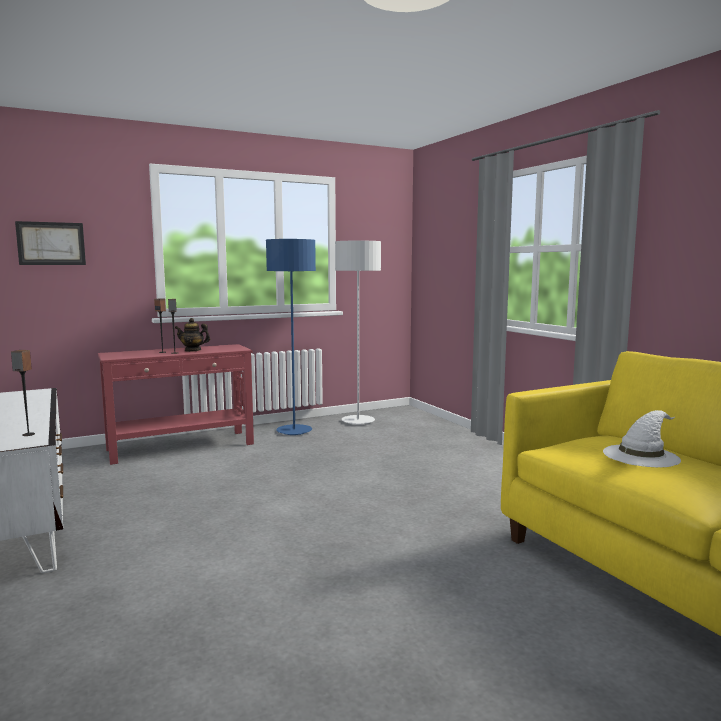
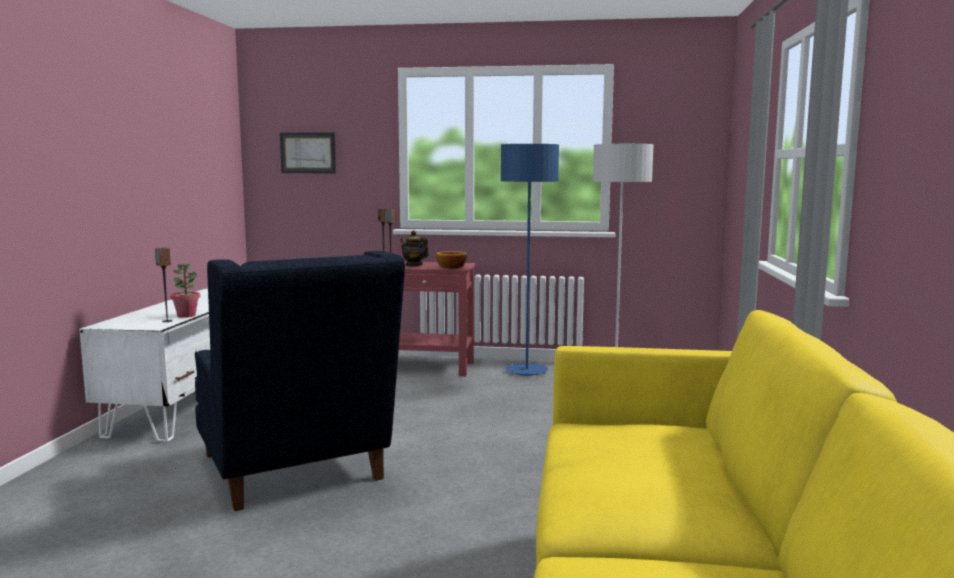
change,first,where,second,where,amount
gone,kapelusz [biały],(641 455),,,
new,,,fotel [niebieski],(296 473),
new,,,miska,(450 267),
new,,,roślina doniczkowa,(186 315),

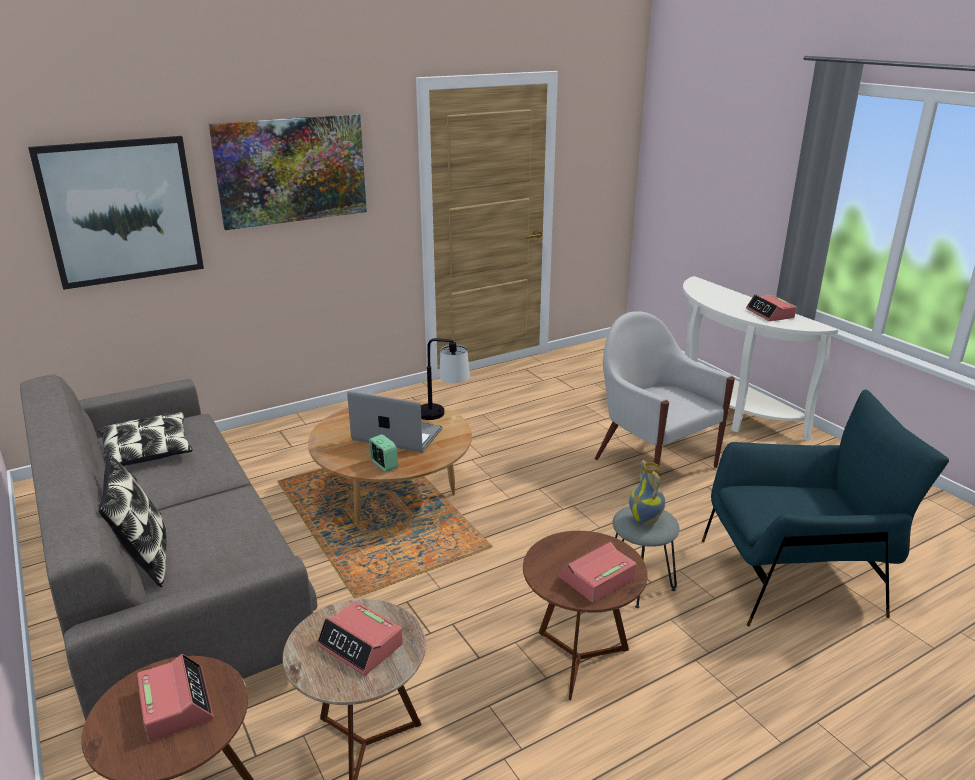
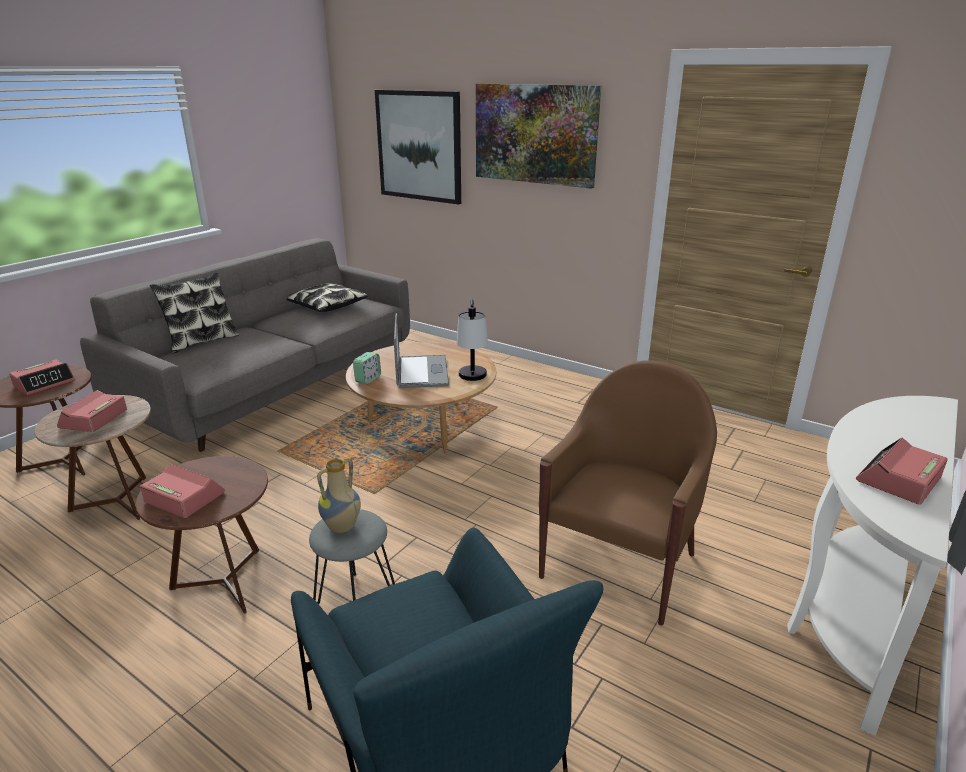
change,first,where,second,where,amount
repainted,fotel [biały],(653 462),fotel [brązowy],(620 564),

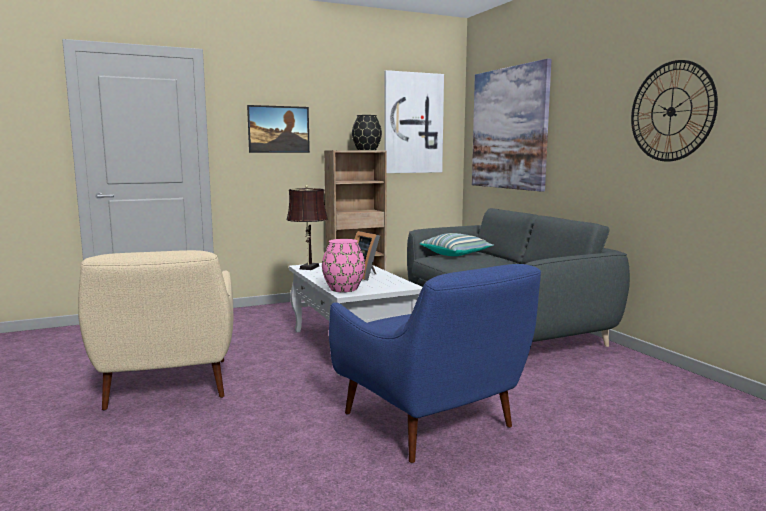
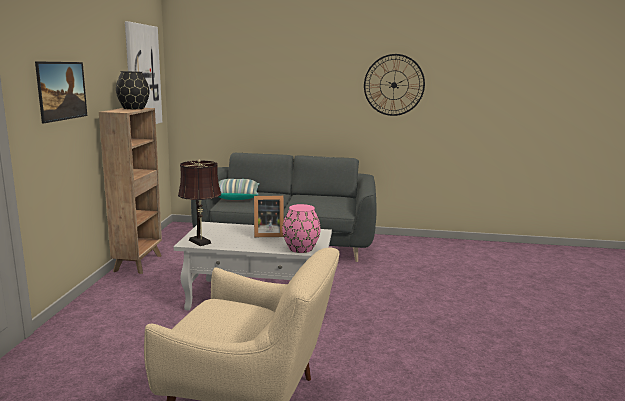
change,first,where,second,where,amount
gone,obraz,(509 128),,,
gone,fotel [niebieski],(431 423),,,

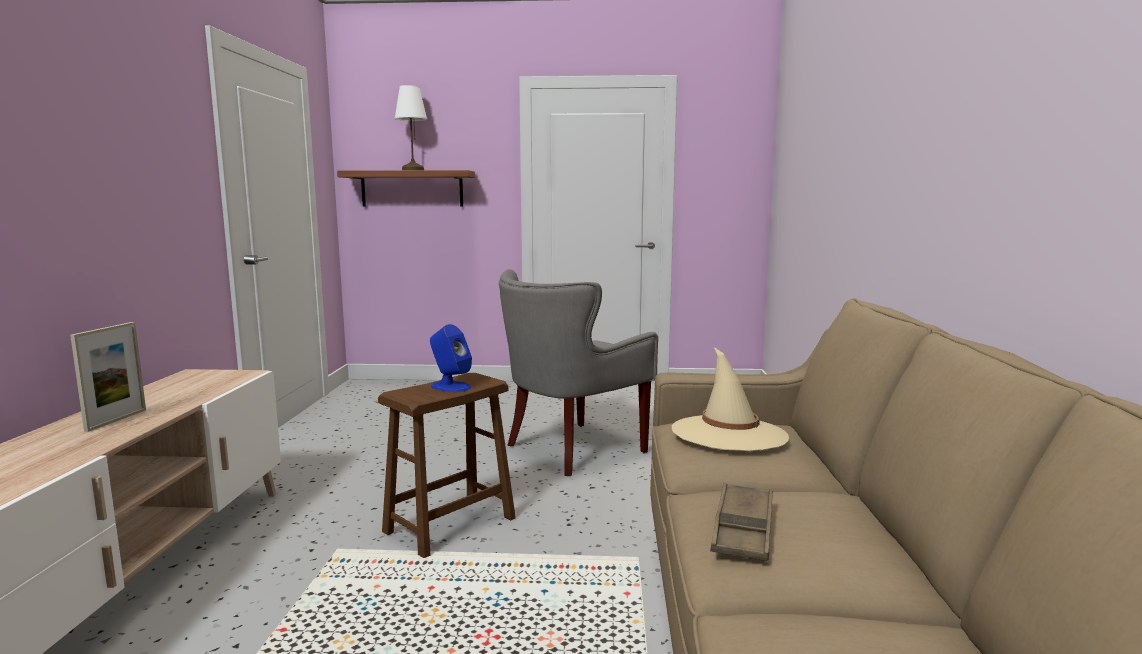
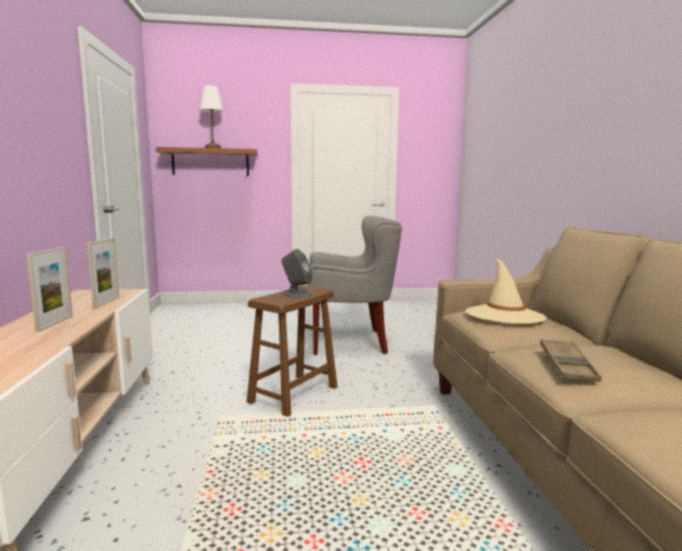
change,first,where,second,where,amount
rotated,fotel [szary],(571 449),,(351 342),135 degrees counterclockwise
repainted,głośnik [niebieski],(450 387),głośnik [szary],(296 294),
new,,,ramka na zdjęcie,(106 302),

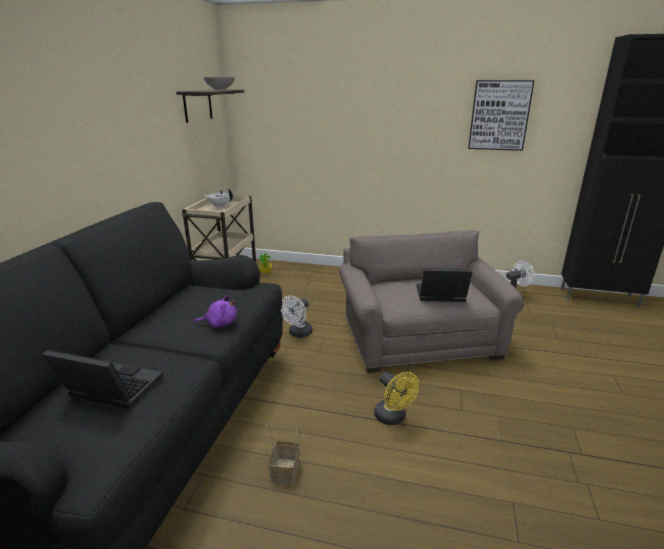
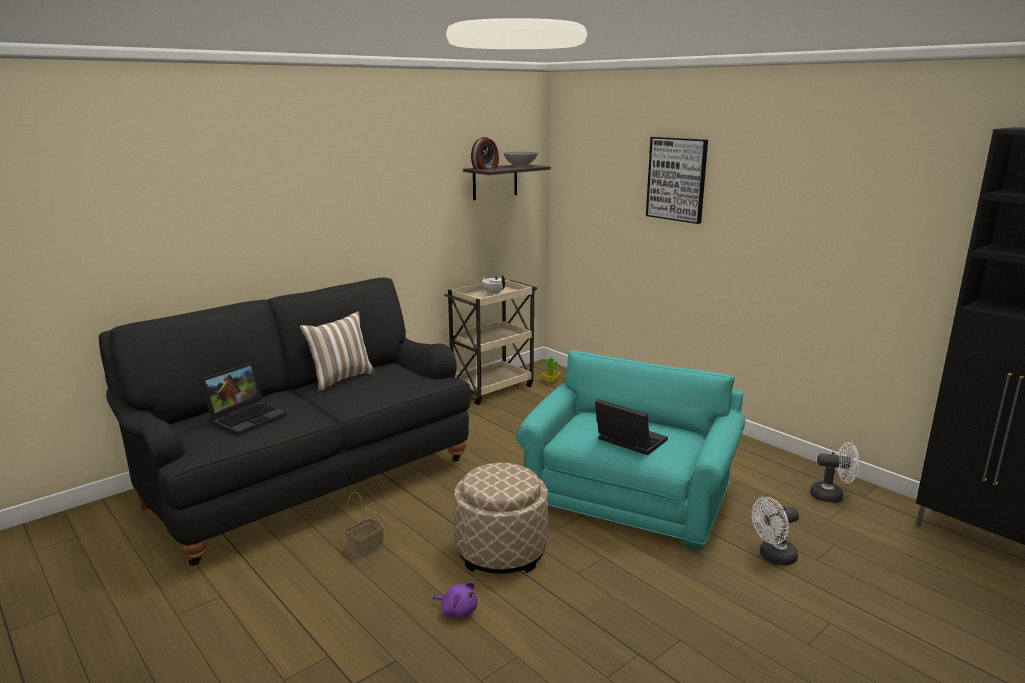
change,first,where,second,where,amount
shifted,obraz,(499 115),,(677 179),
repainted,fotel [szary],(420 339),fotel [turkusowy],(629 498),
shifted,pluszak [fioletowy],(220 323),,(457 610),
shifted,wentylator [biały],(298 334),,(773 557),
rotated,laptop,(109 390),,(247 417),75 degrees clockwise
swapped,wentylator [żółty],(393 418),pufa [beżowy],(501 551),
new,,,budzik,(486 168),
new,,,poduszka,(340 378),

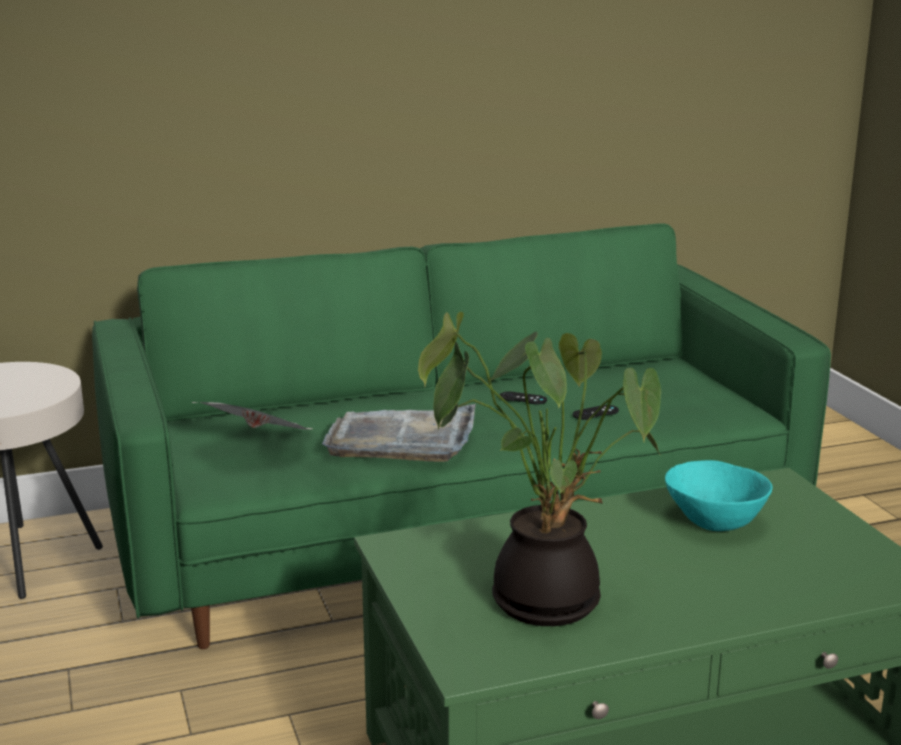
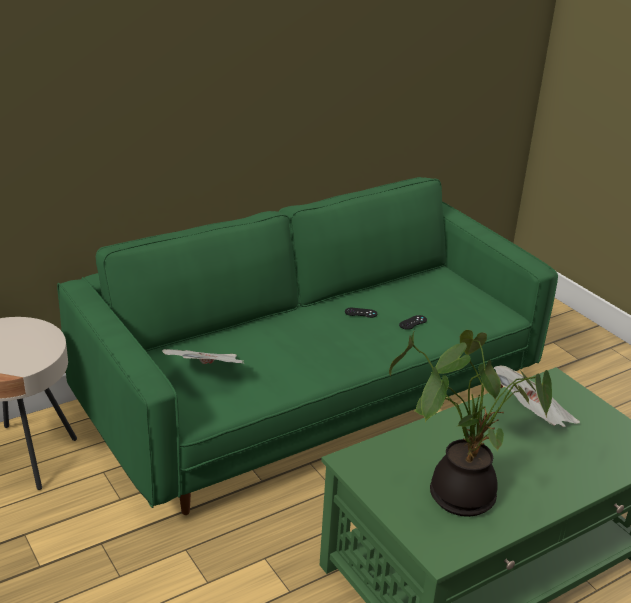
change,first,where,second,where,amount
gone,taca [szary],(402 438),,,
swapped,miska [turkusowy],(716 520),gazeta,(532 417),

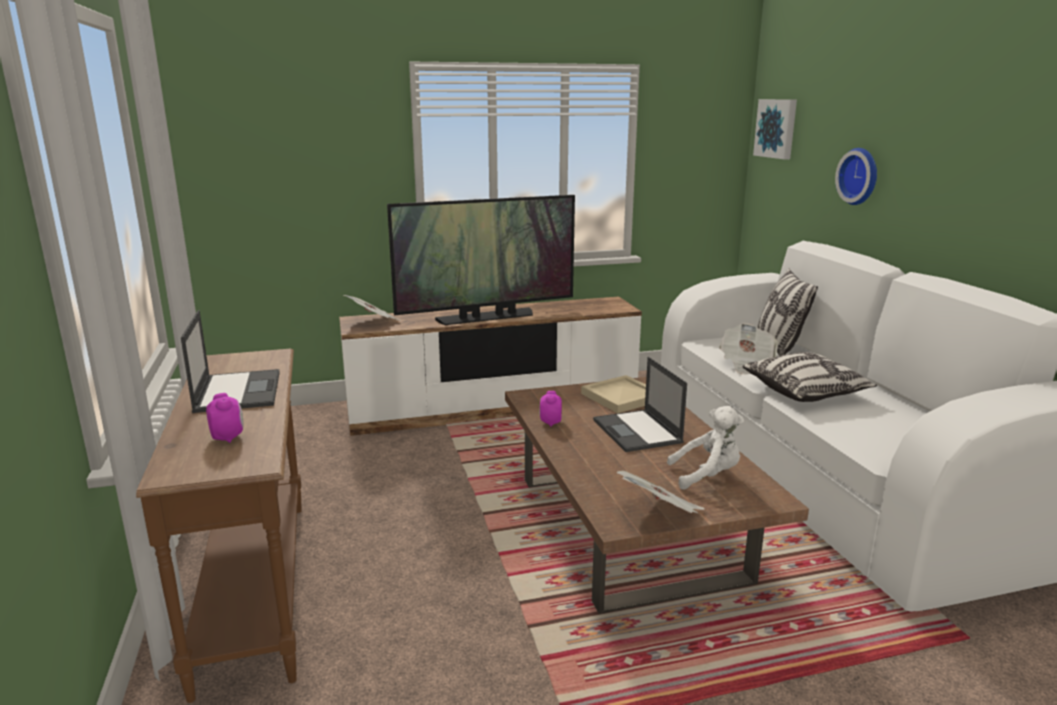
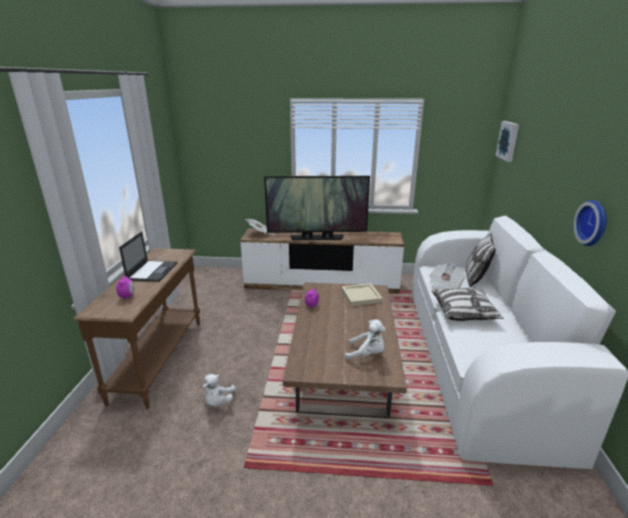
change,first,where,second,where,amount
shifted,zegar ścienny,(860 176),,(594 223),
gone,laptop,(637 431),,,
gone,gazeta,(661 513),,,
new,,,pluszak [biały],(218 402),

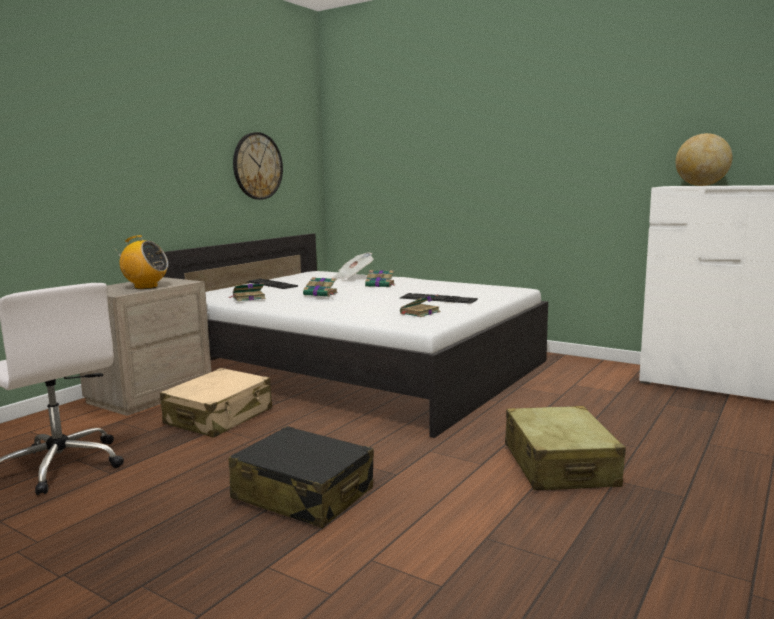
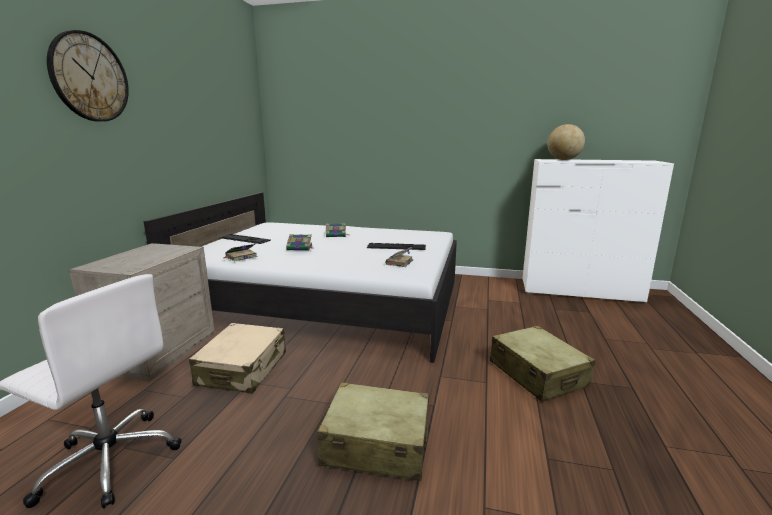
change,first,where,second,where,amount
shifted,zegar ścienny,(257 166),,(89 77),
gone,radio,(145 287),,,
gone,gazeta,(352 277),,,
repainted,walizka [czarny],(303 494),walizka [beżowy],(376 444),

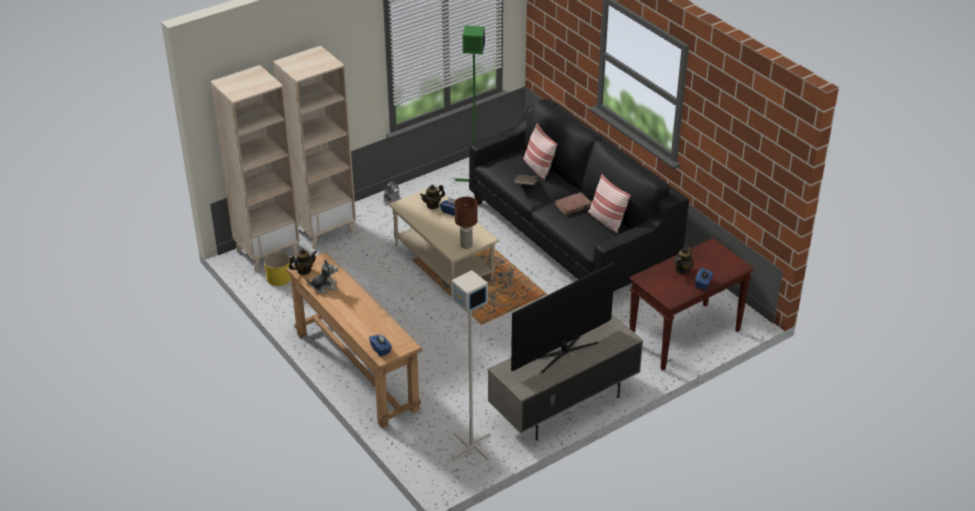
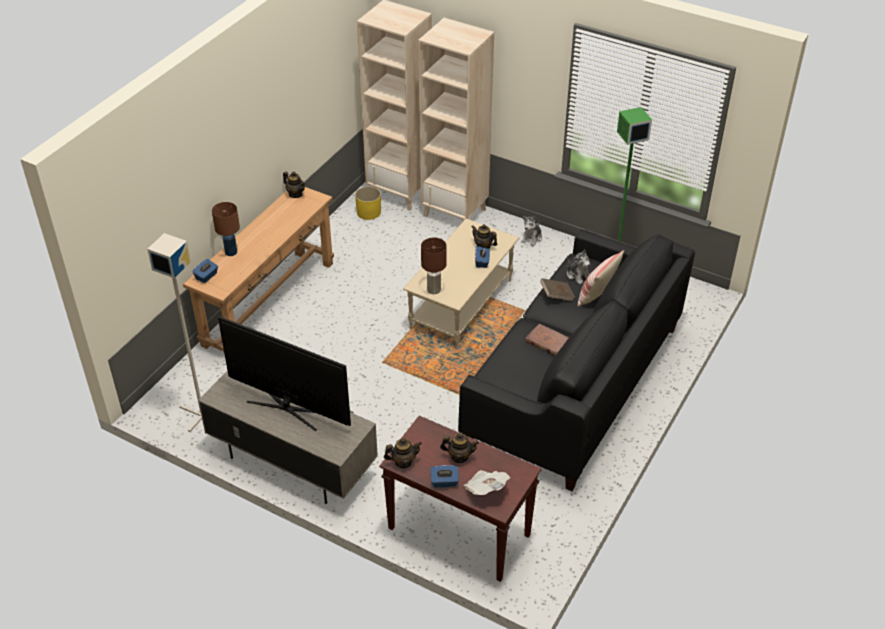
change,first,where,second,where,amount
gone,poduszka,(606 221),,,
shifted,pluszak,(324 287),,(578 275),
new,,,lampa stołowa [brązowy],(230 252),
new,,,imbryk,(403 462),
new,,,gazeta,(486 489),

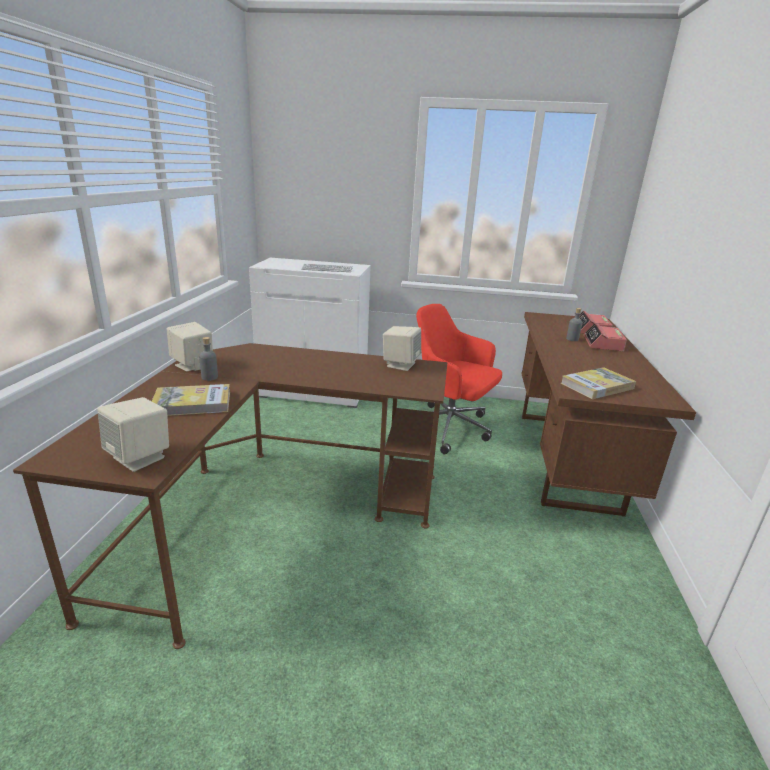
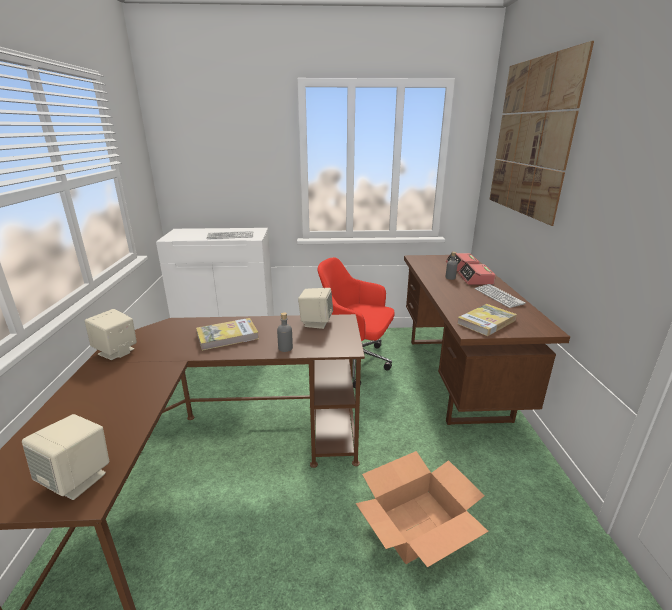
change,first,where,second,where,amount
shifted,butelka [szary],(209 377),,(285 348),
shifted,książka,(192 403),,(227 336),
new,,,obraz,(531 138),
new,,,klawiatura,(498 296),
new,,,karton,(418 525),

